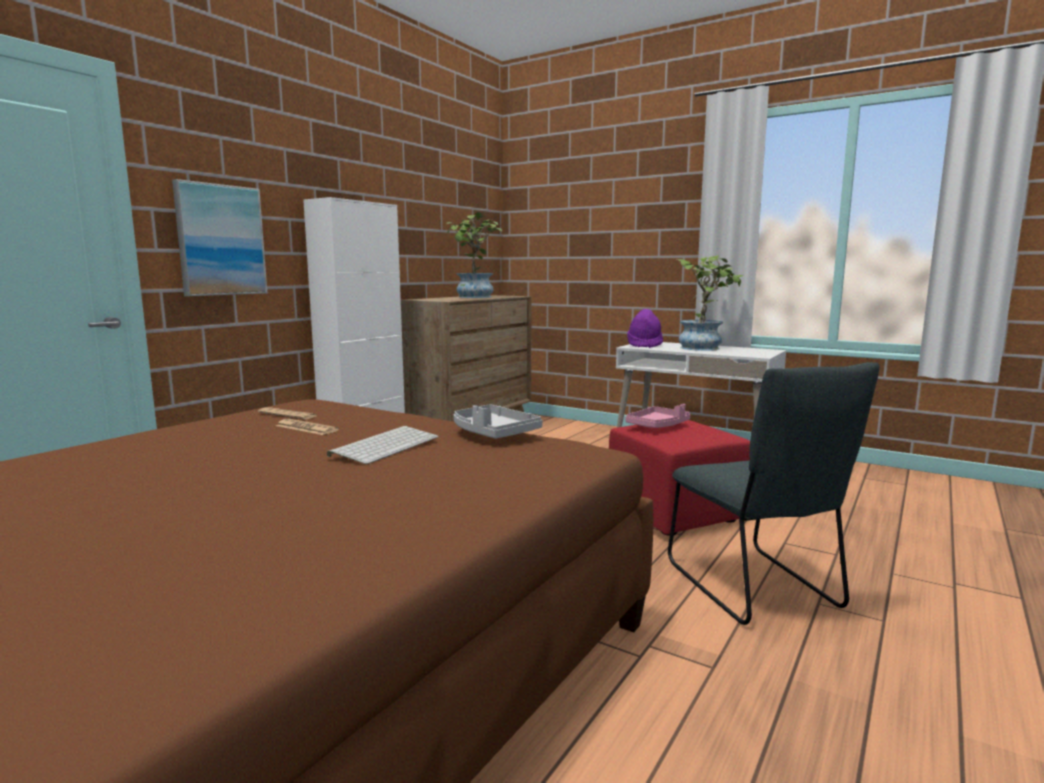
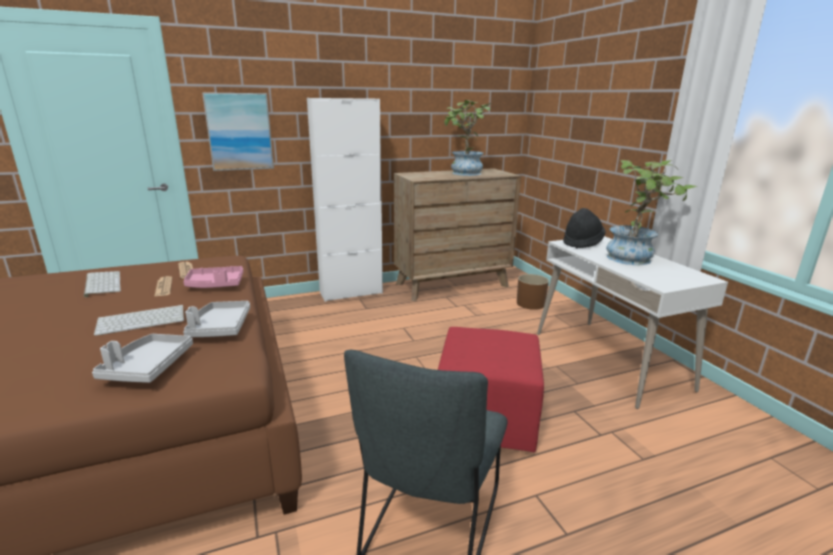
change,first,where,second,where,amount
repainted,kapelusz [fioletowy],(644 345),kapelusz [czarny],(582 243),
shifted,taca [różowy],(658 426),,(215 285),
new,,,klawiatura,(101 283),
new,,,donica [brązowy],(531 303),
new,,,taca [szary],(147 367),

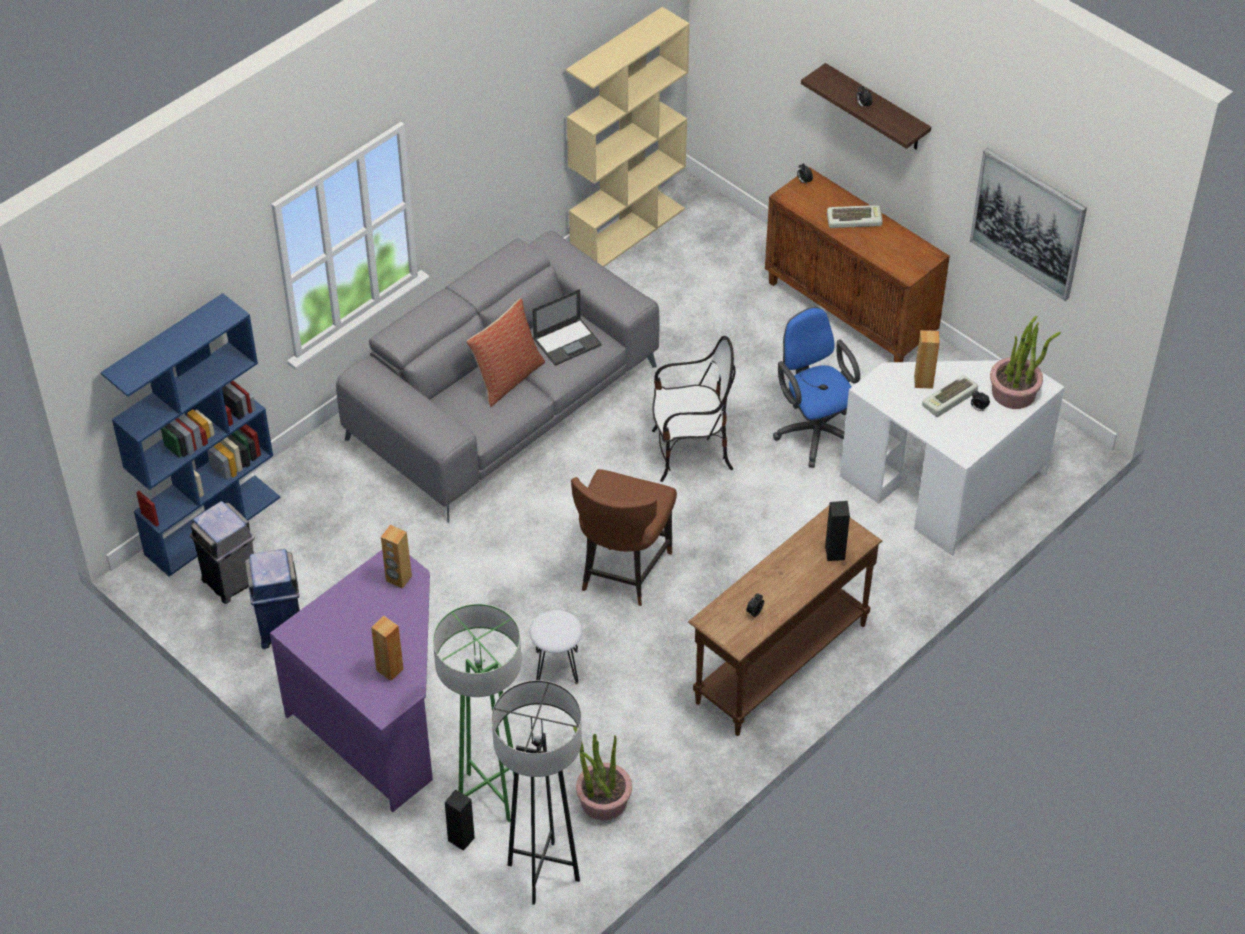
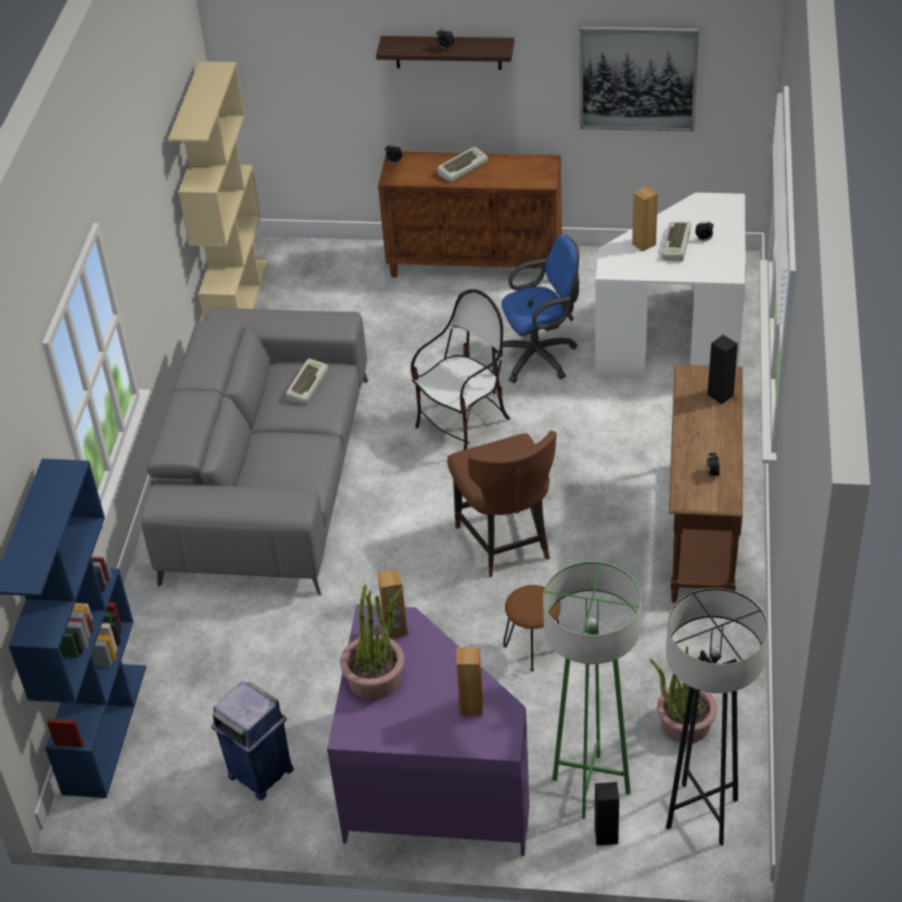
change,first,where,second,where,amount
swapped,laptop,(567 341),klawiatura,(306 384),
gone,poduszka,(507 378),,,
rotated,krzesło biurowe [niebieski],(814 431),,(540 356),135 degrees clockwise
shifted,roślina doniczkowa,(1014 393),,(375 678),
gone,kosz na śmieci [szary],(230 582),,,
repainted,stołek [biały],(557 667),stołek [brązowy],(534 647),

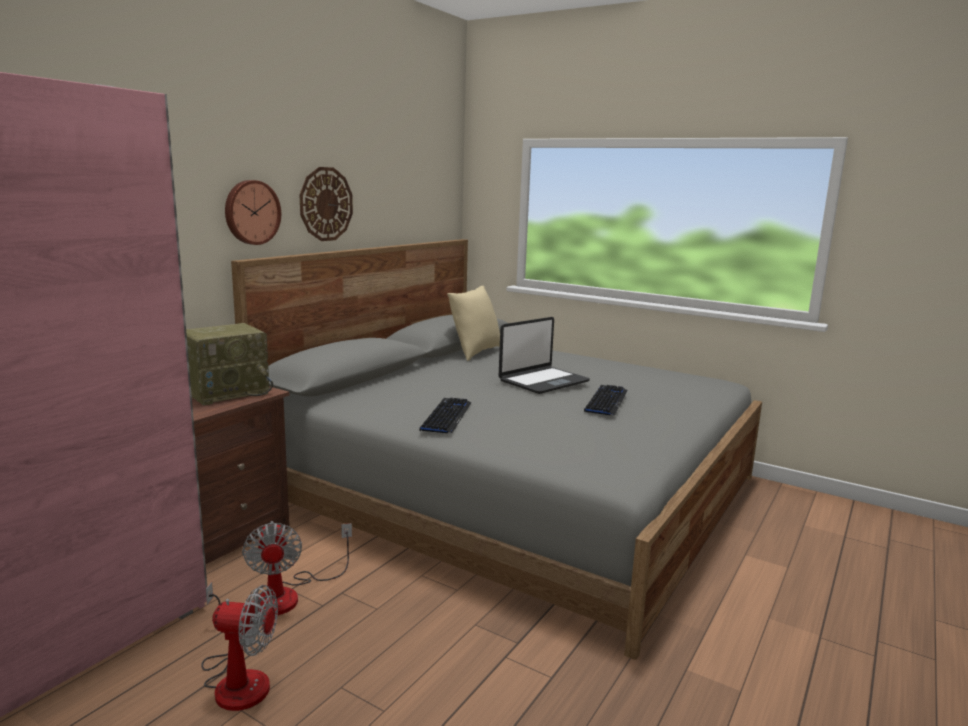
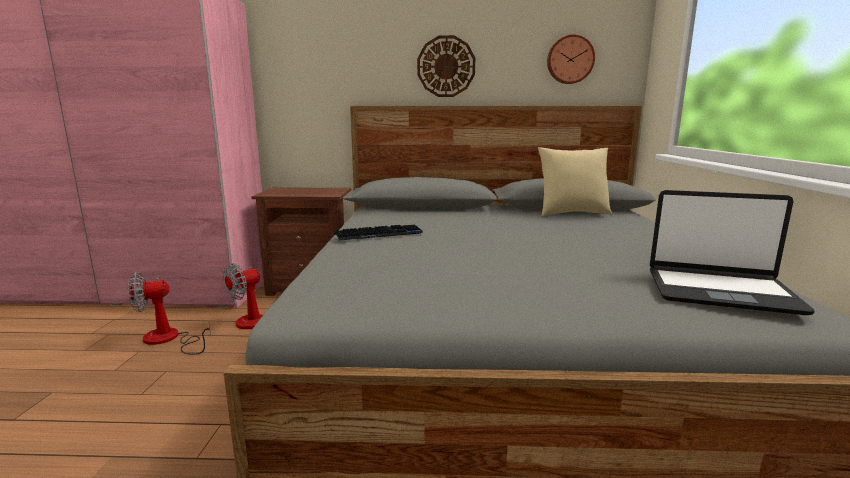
change,first,where,second,where,amount
shifted,zegar ścienny,(251 212),,(570 60),
shifted,laptop,(543 381),,(720 291),
gone,radio,(228 392),,,
gone,klawiatura,(606 401),,,
rotated,wentylator,(237 678),,(169 340),90 degrees clockwise

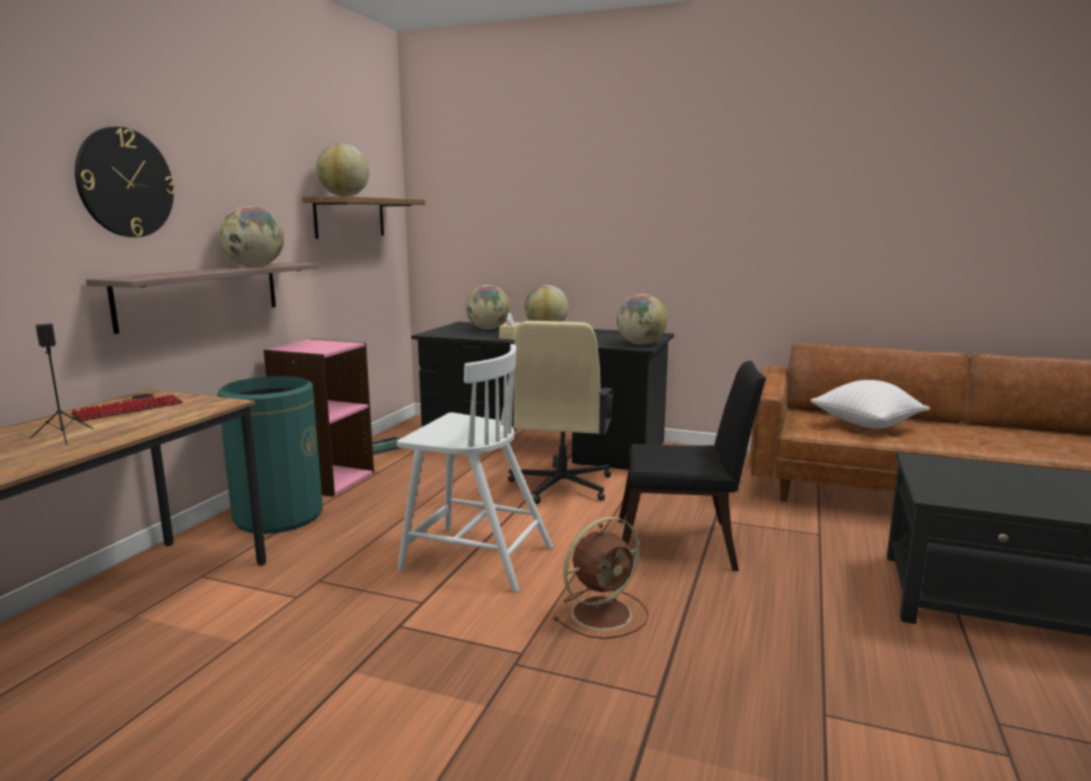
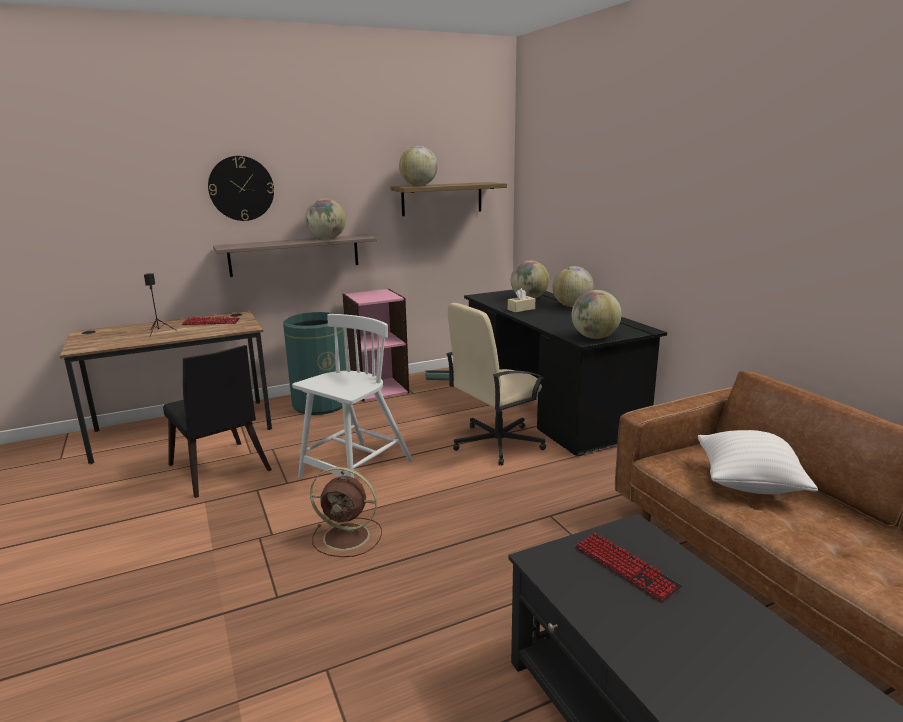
change,first,where,second,where,amount
rotated,krzesło [biały],(474 557),,(355 469),120 degrees counterclockwise
shifted,krzesło [czarny],(684 545),,(220 471),
new,,,klawiatura,(625 568),

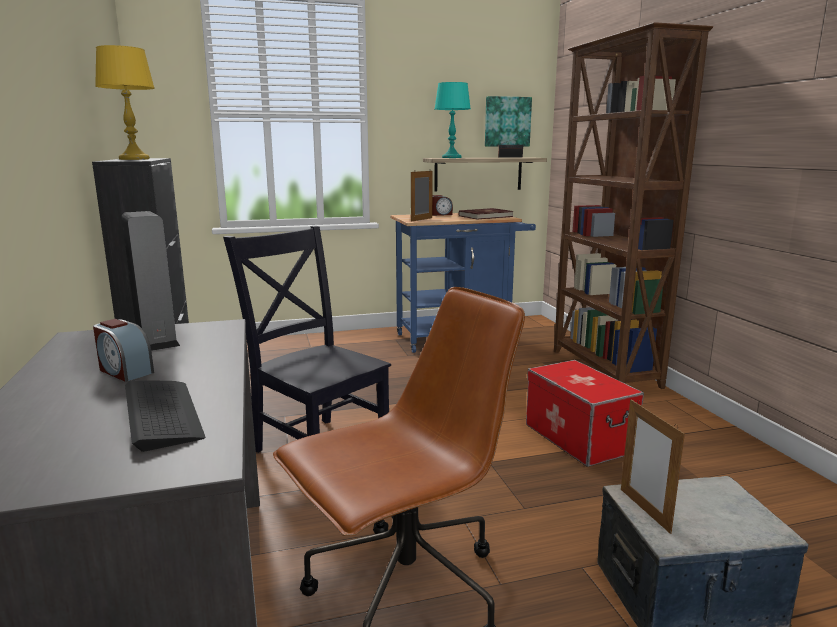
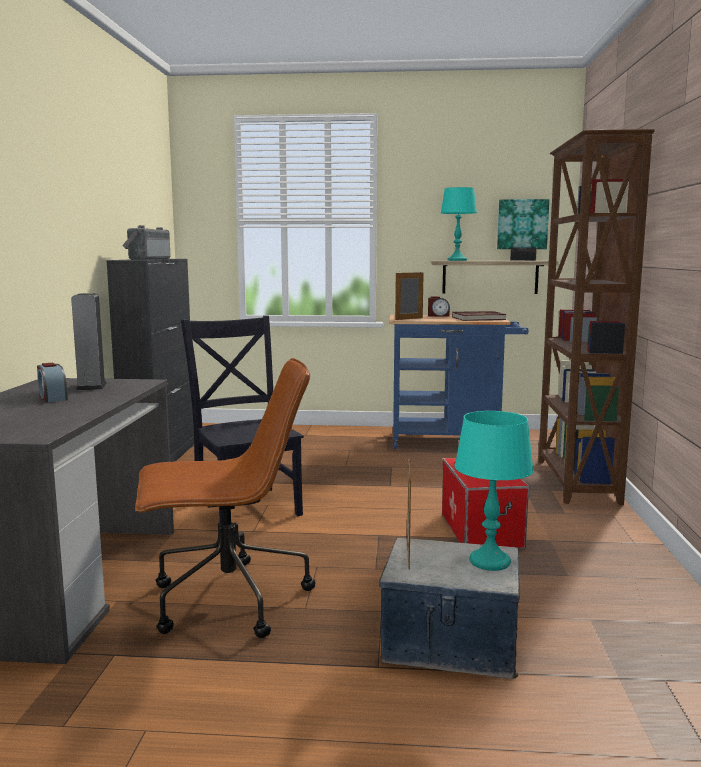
change,first,where,second,where,amount
swapped,lampa stołowa [żółty],(134 159),radio,(147 259),
gone,klawiatura,(162 414),,,
new,,,lampa stołowa [turkusowy],(490 562),

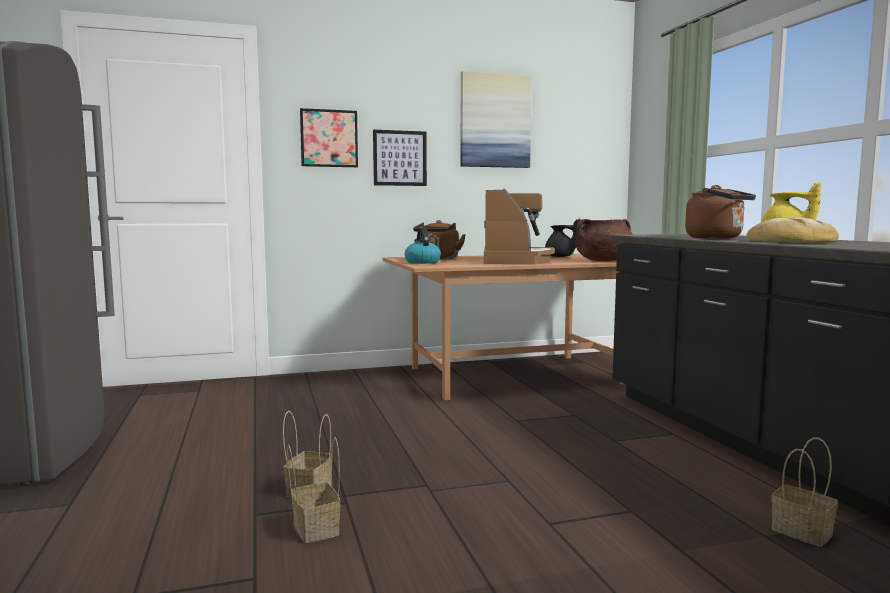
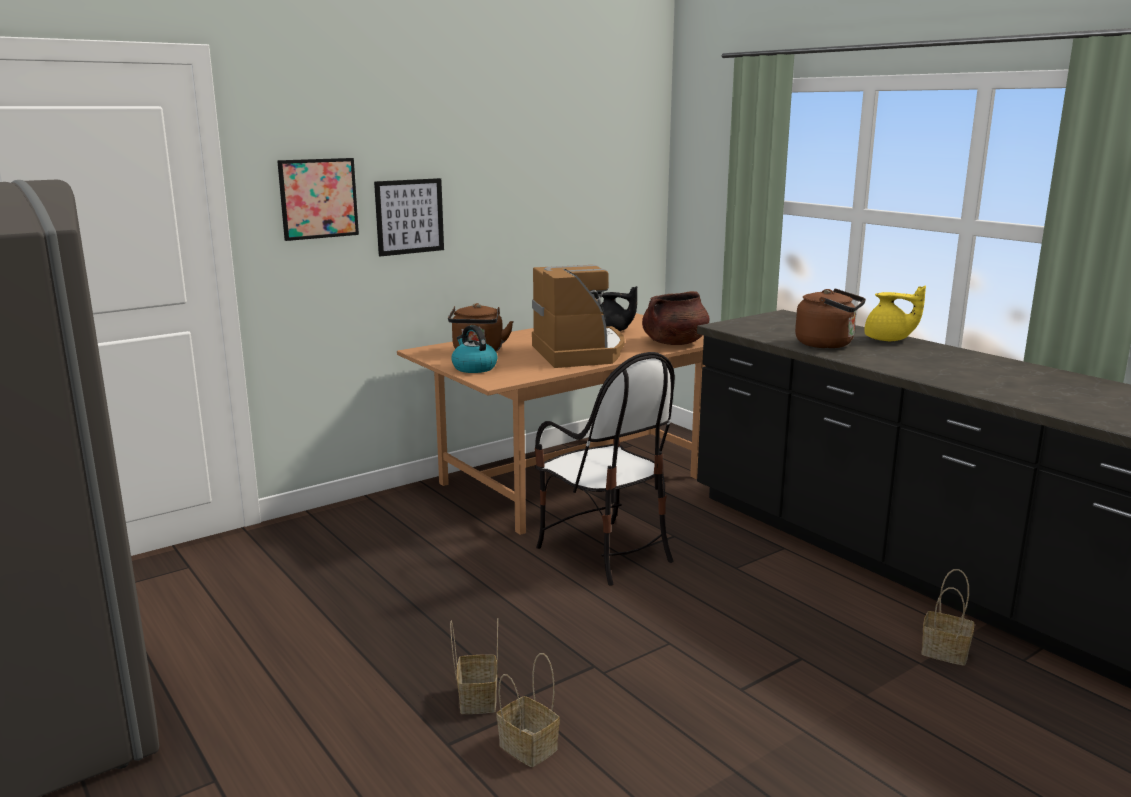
change,first,where,second,where,amount
gone,obraz,(495 121),,,
gone,chleb,(790 241),,,
new,,,krzesło,(604 552),

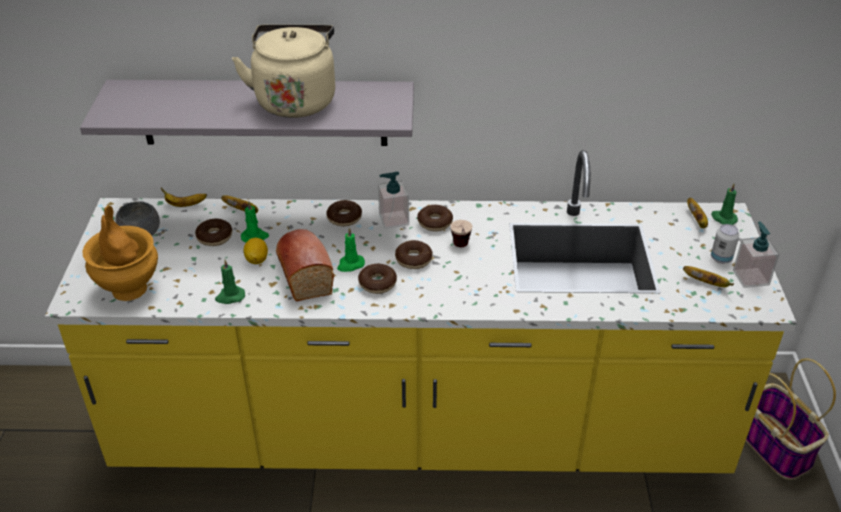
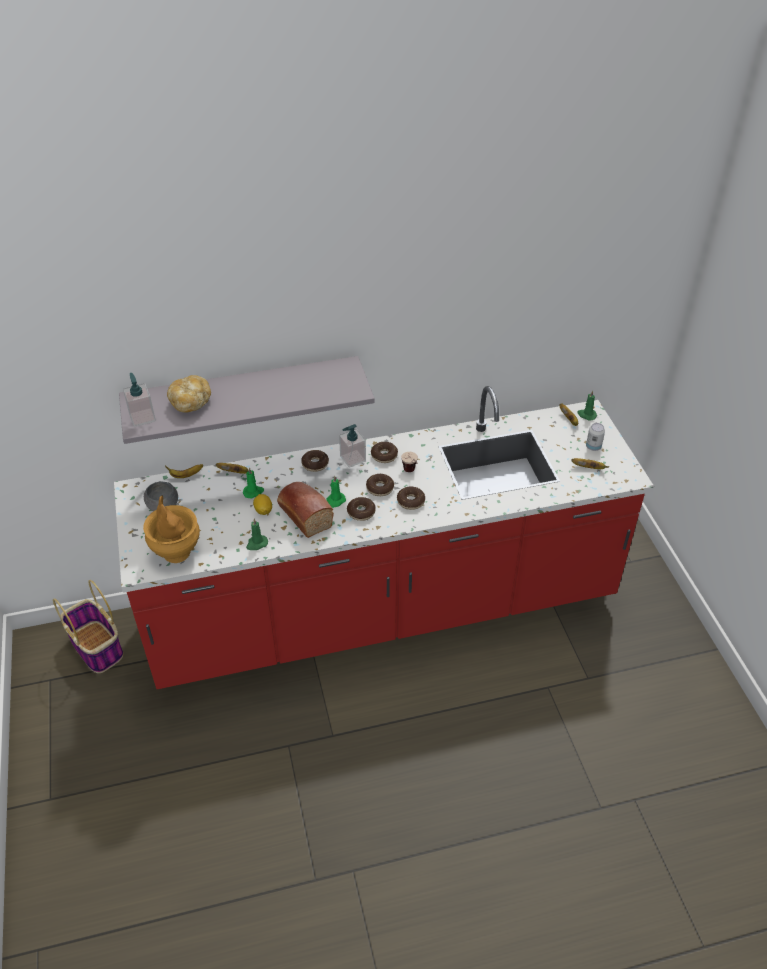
change,first,where,second,where,amount
gone,czajnik [beżowy],(295 100),,,
repainted,zabudowa kuchenna [żółty],(420 433),zabudowa kuchenna [czerwony],(383 611),
shifted,donut,(214 237),,(410 501),
shifted,dozownik mydła,(750 277),,(142 417),
shifted,koszyk,(775 447),,(97 647),
new,,,chleb,(191 402),

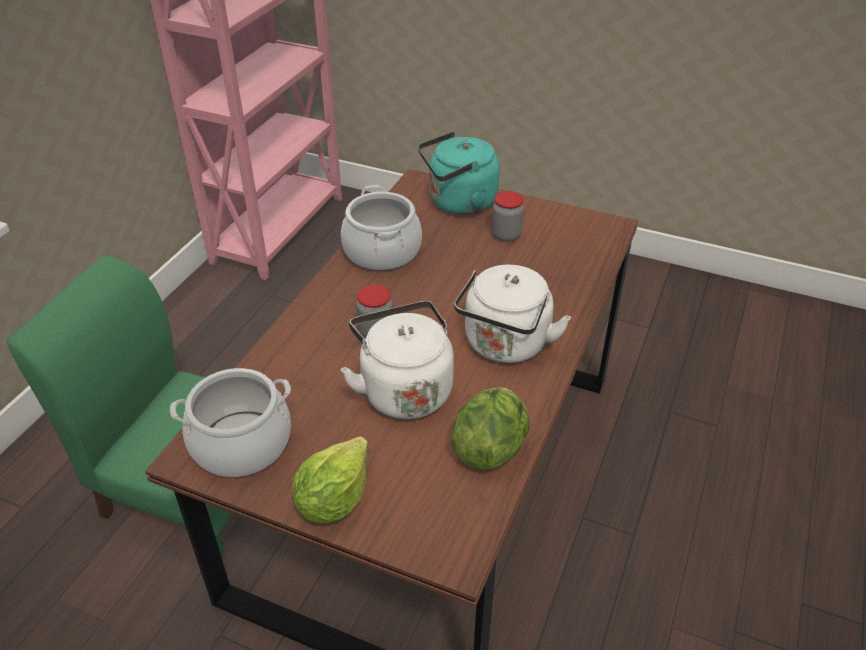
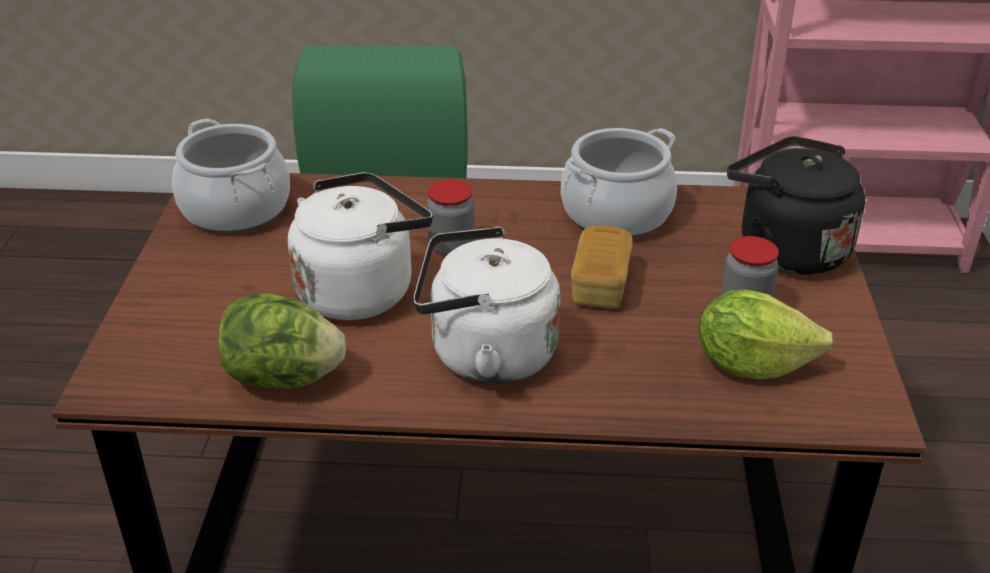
change,first,where,second,where,amount
repainted,czajnik [turkusowy],(458 203),czajnik [czarny],(786 248),
shifted,sałata,(333 499),,(751 364),
new,,,chleb,(600 285),

